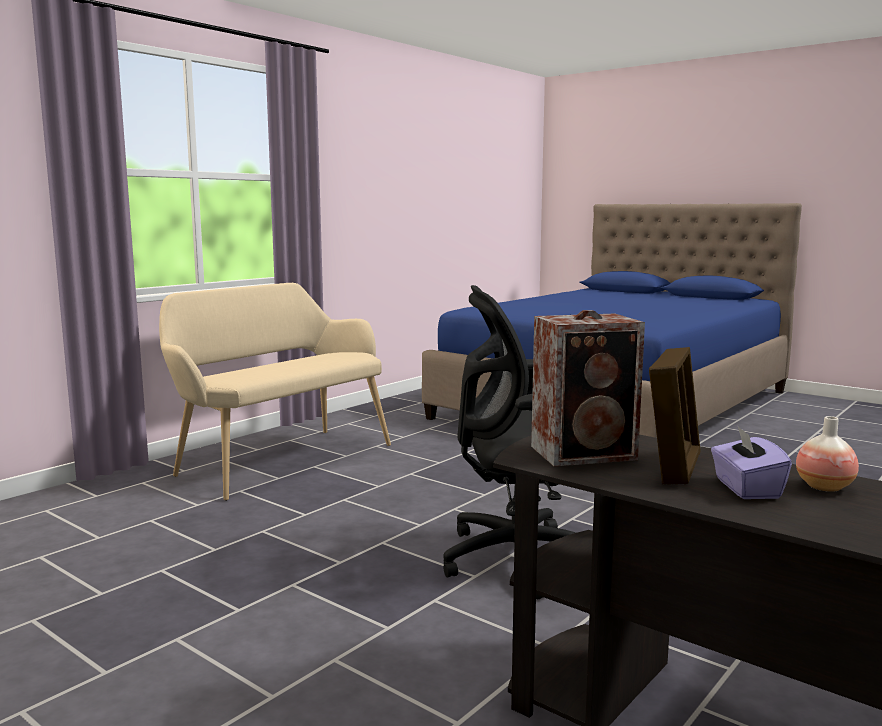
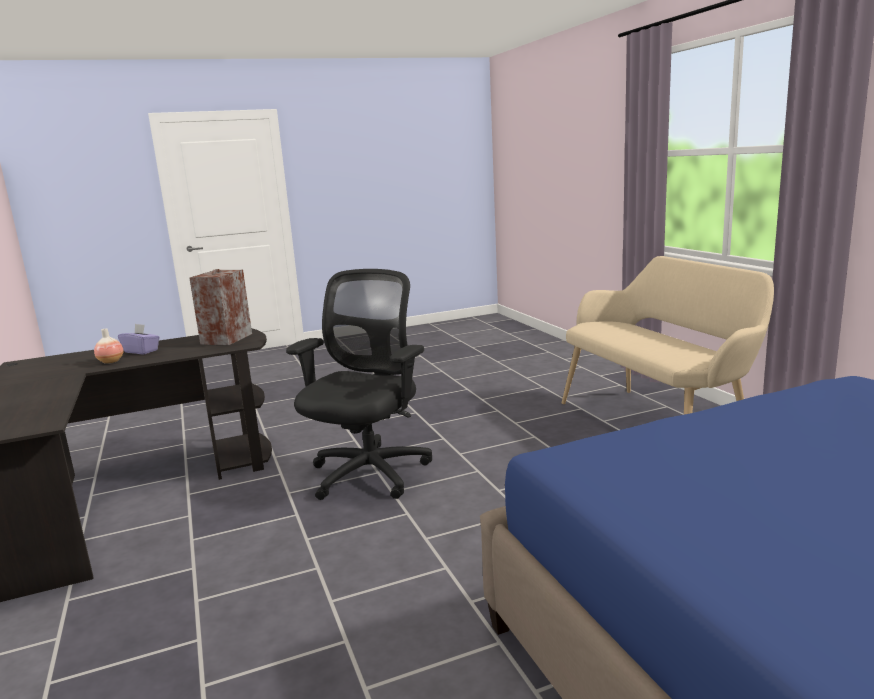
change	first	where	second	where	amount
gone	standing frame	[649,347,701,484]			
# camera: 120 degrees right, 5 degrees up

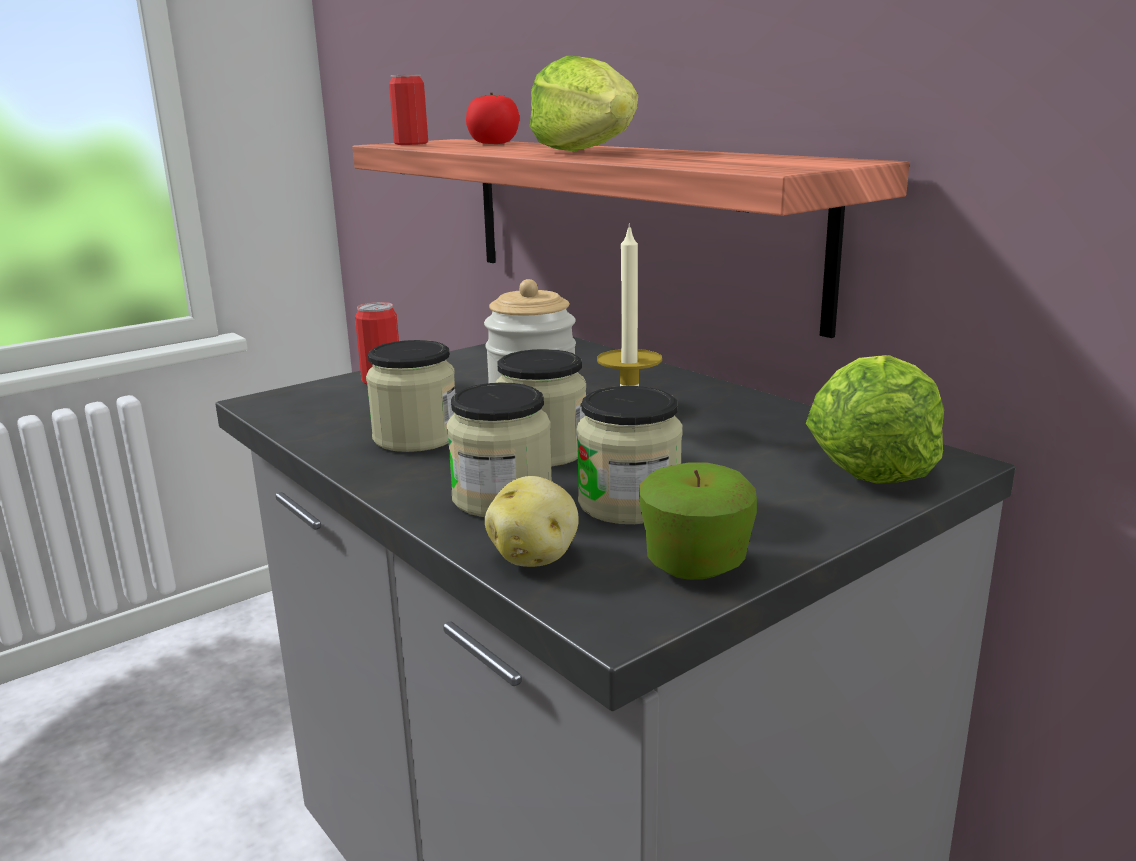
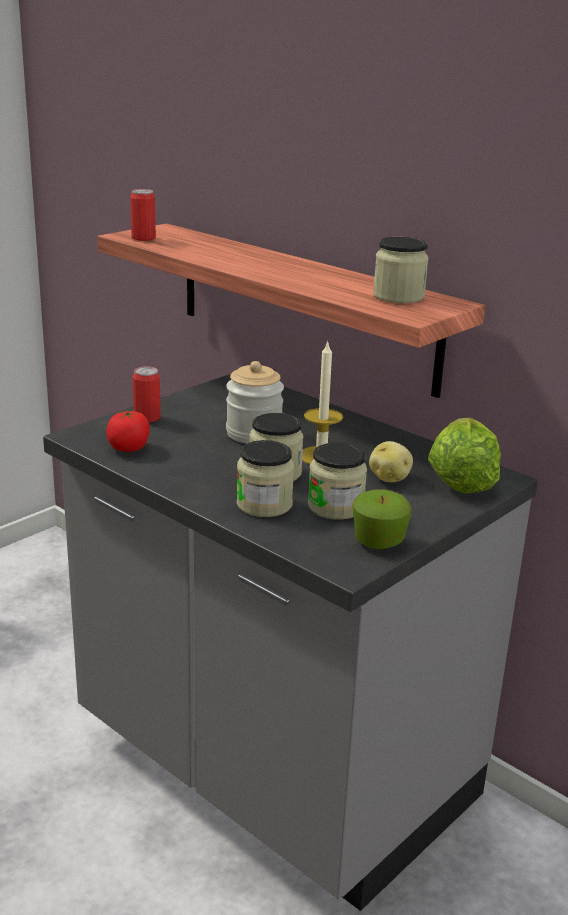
change	first	where	second	where	amount
shifted	whole tomato	[466,93,519,144]		[107,411,150,452]	
shifted	potato	[485,476,579,567]		[369,441,413,482]	
shifted	storage jar	[366,340,455,452]		[373,237,429,303]	
gone	lettuce	[530,56,638,151]			
# camera: 10 degrees left, 5 degrees up

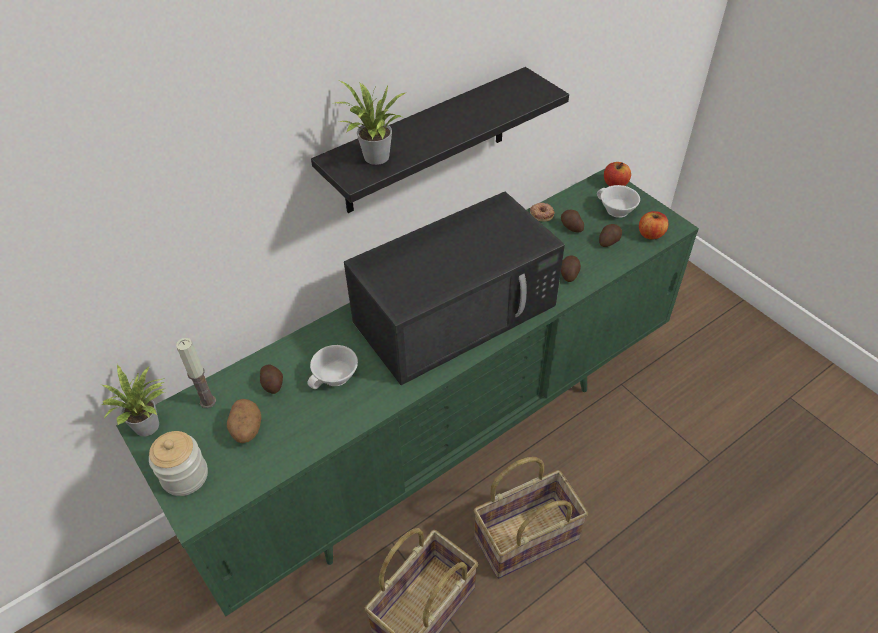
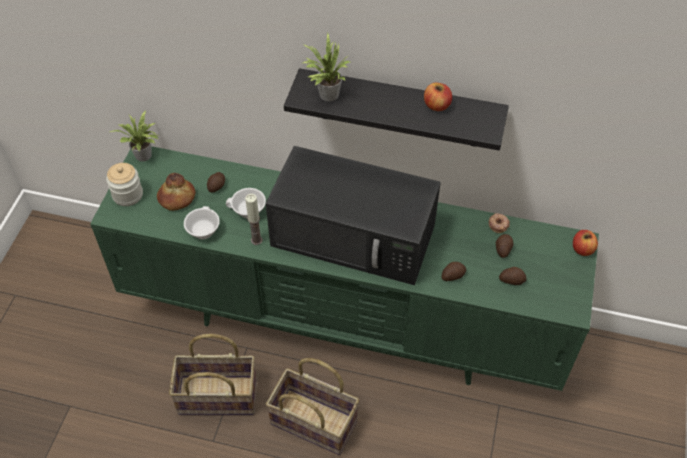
change	first	where	second	where	amount
swapped	potato	[227,399,261,443]	bakery bread	[157,173,196,211]	
shifted	whitish cup	[597,185,640,218]		[184,206,220,239]	
shifted	candle	[176,338,216,408]		[245,194,263,245]	
shifted	apple fruit	[639,211,669,239]		[424,83,452,111]	
# camera: 50 degrees right, 5 degrees up

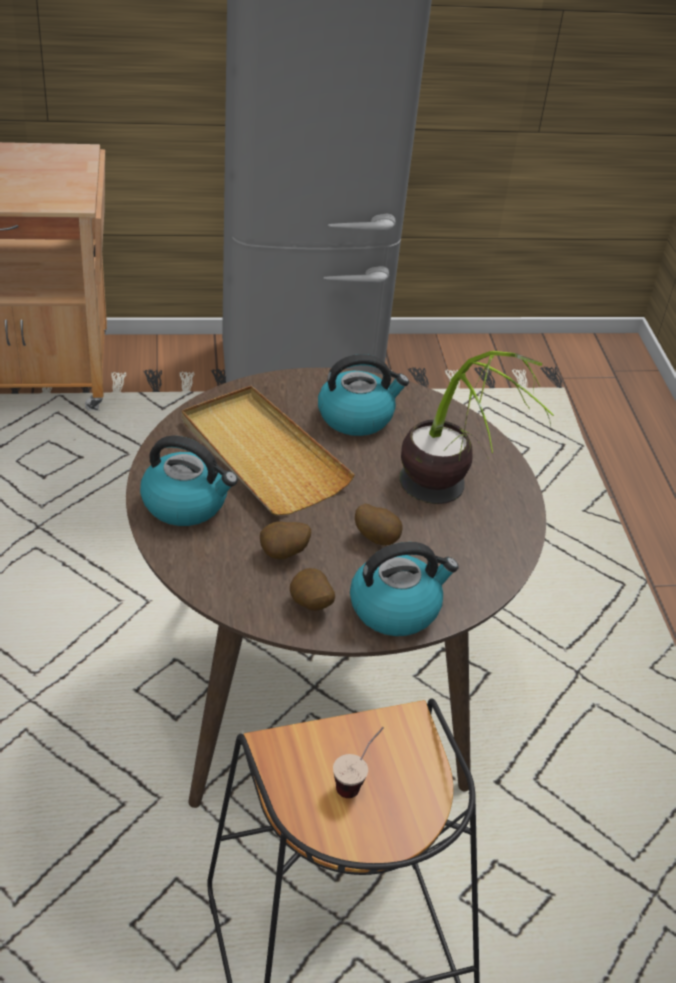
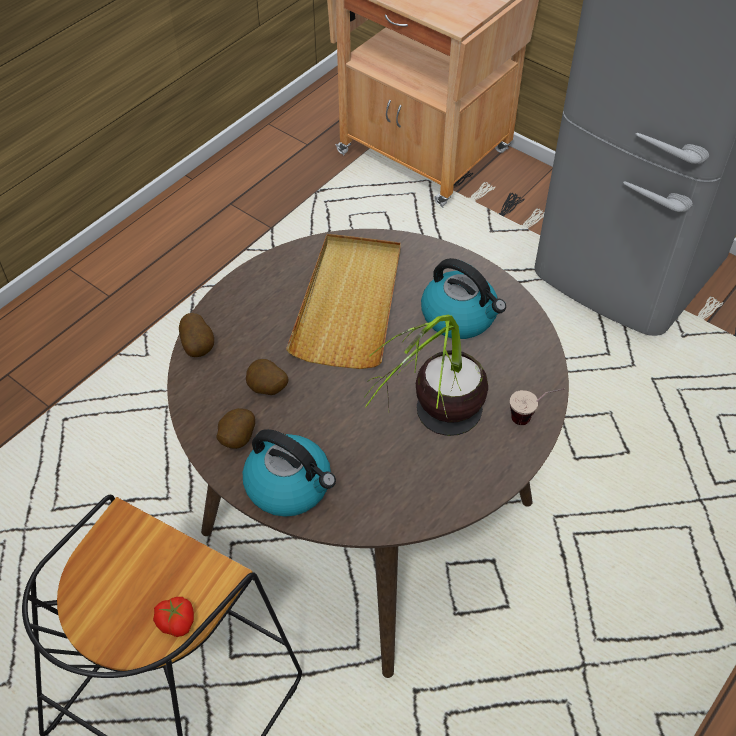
change	first	where	second	where	amount
new			whole tomato	[153,597,194,637]	
shifted	potato	[355,504,403,545]		[179,313,214,357]	
shifted	cup	[333,727,384,798]		[510,388,565,425]	
gone	tea kettle	[140,436,238,526]			
# camera: 50 degrees right, 10 degrees up

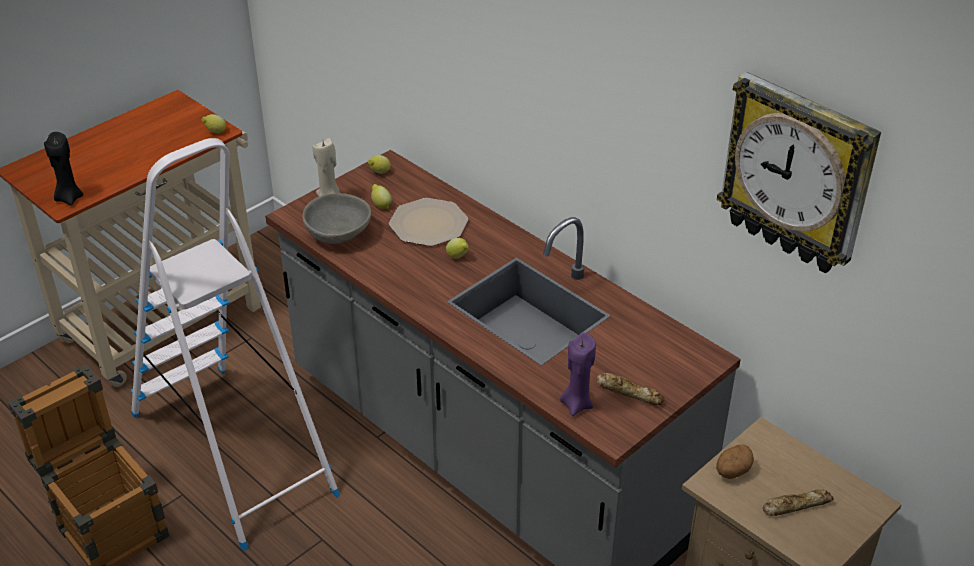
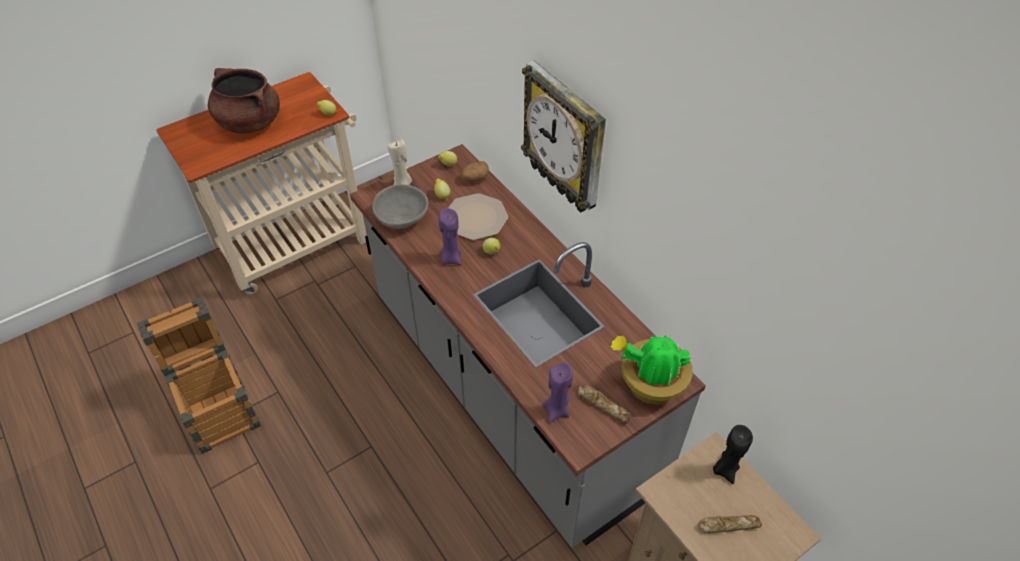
change	first	where	second	where	amount
new			brownish saucepot	[208,68,280,134]	
new			purple candle	[438,208,461,265]	
shifted	potato	[716,444,754,479]		[461,161,489,182]	
shifted	hanging clock	[717,72,881,273]		[521,60,606,213]	
new			houseplant	[611,335,695,405]	
shifted	black candle	[44,132,83,206]		[713,425,753,484]	
gone	whitish step stool	[131,138,340,551]			
# camera: 10 degrees right, 10 degrees up

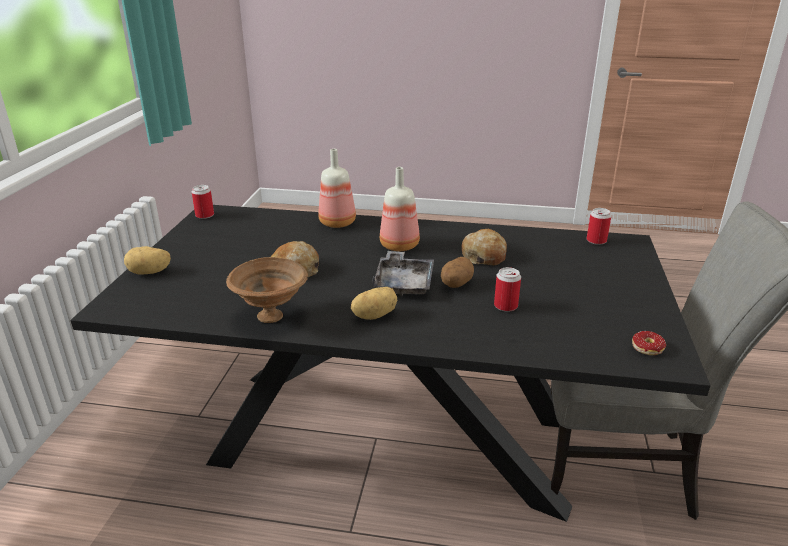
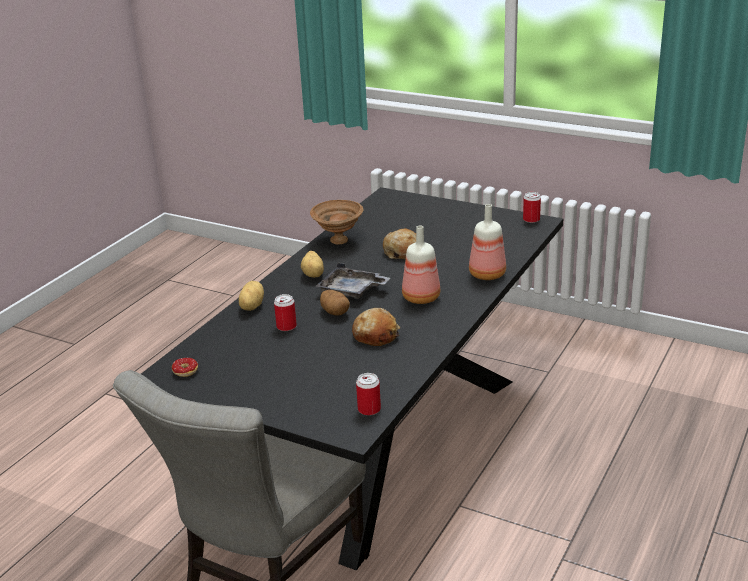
change	first	where	second	where	amount
shifted	potato	[124,246,171,275]		[239,281,264,311]	
# camera: 110 degrees right, 0 degrees up

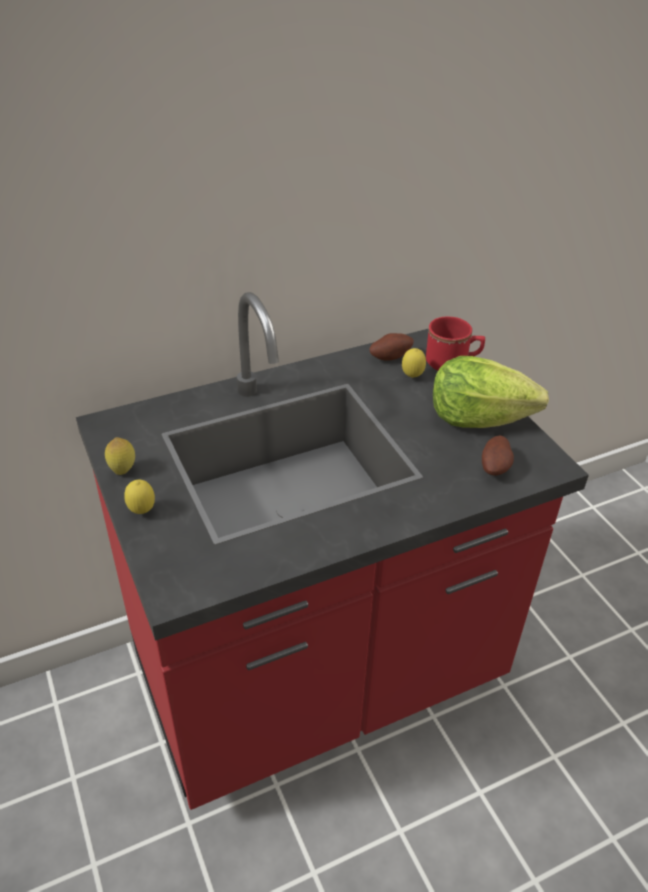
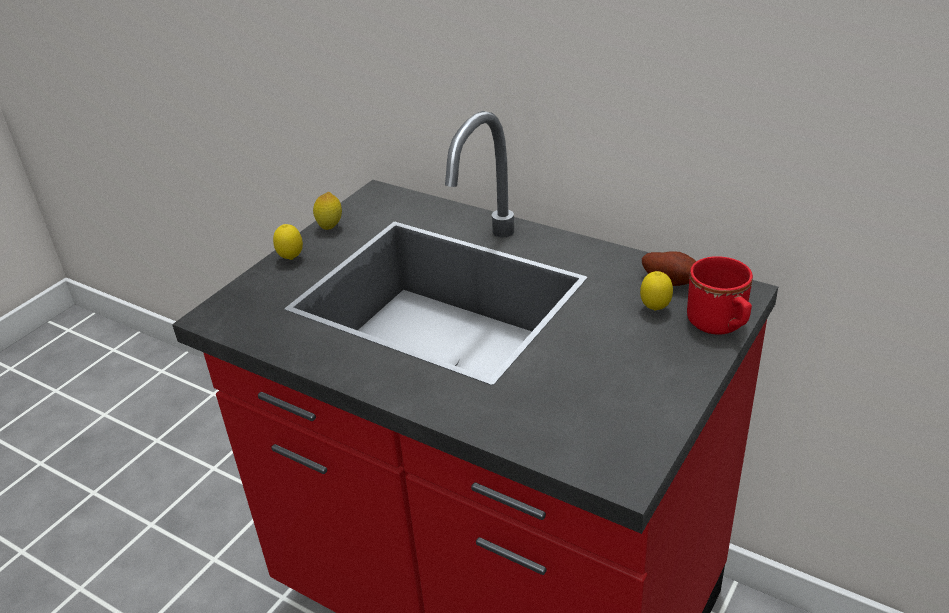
change	first	where	second	where	amount
gone	lettuce	[433,356,549,428]			
gone	potato	[482,435,514,476]			
# camera: 60 degrees right, 5 degrees down

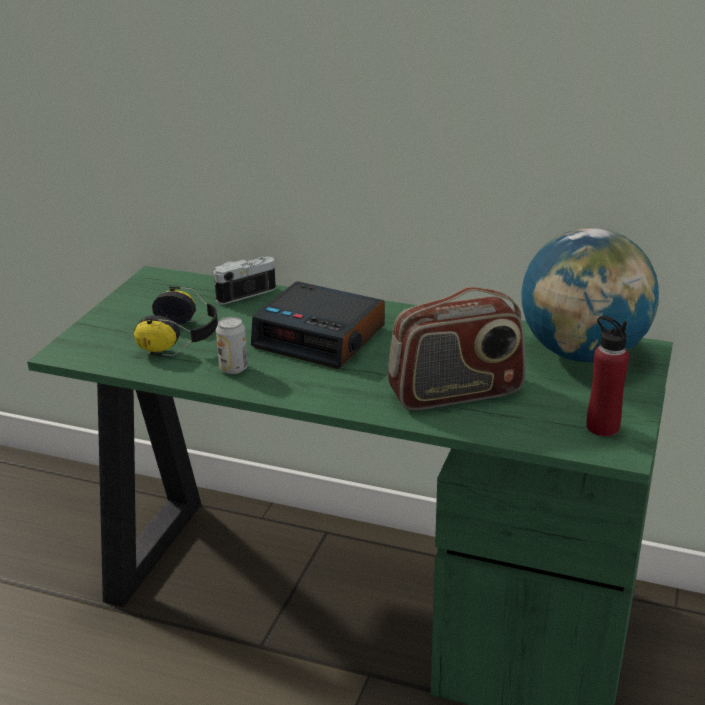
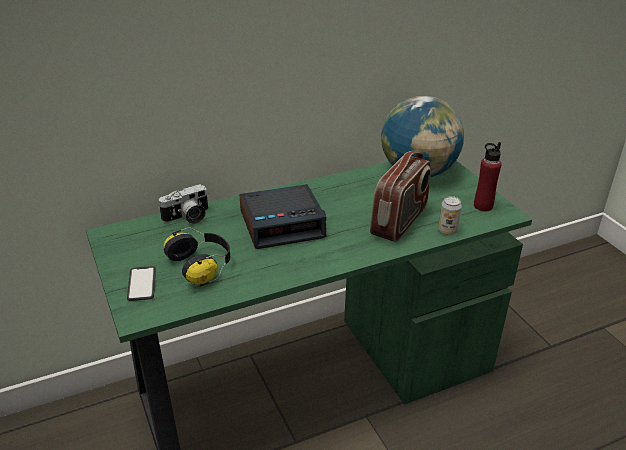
change	first	where	second	where	amount
new			handset	[127,266,156,301]	
rotated	still camera	[213,256,276,305]		[158,184,208,224]	135 degrees counterclockwise
shifted	metal can	[216,317,248,374]		[438,196,462,235]	
# camera: 45 degrees left, 5 degrees up

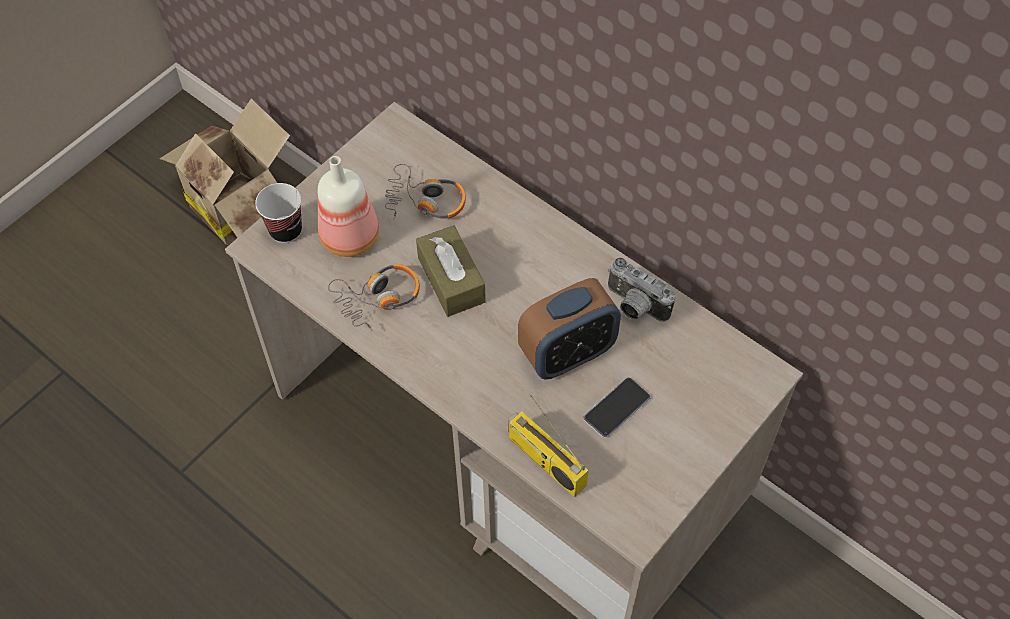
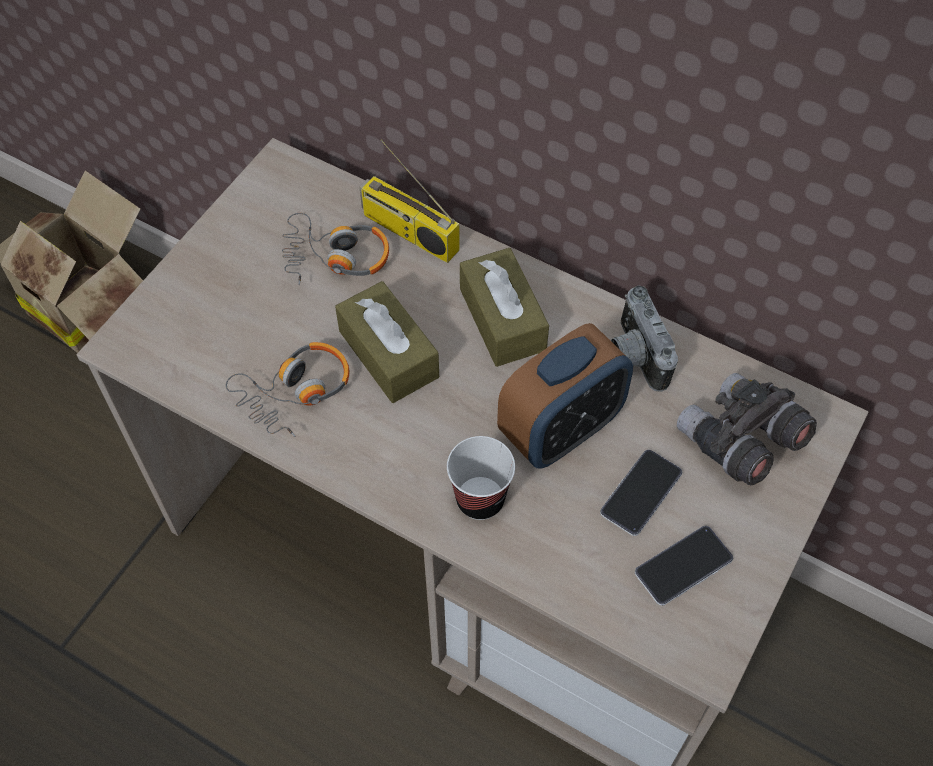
change	first	where	second	where	amount
shifted	radio receiver	[508,395,589,497]		[359,140,460,263]	
shifted	cup	[255,183,302,243]		[447,436,515,520]	
new			brownish tissue holder	[460,248,549,367]	
rotated	still camera	[608,258,675,322]		[611,286,678,392]	45 degrees clockwise
new			handset	[635,526,733,606]	
new			grey binoculars	[677,373,817,485]	
gone	bottle	[318,156,379,257]			
# camera: 10 degrees left, 0 degrees up

